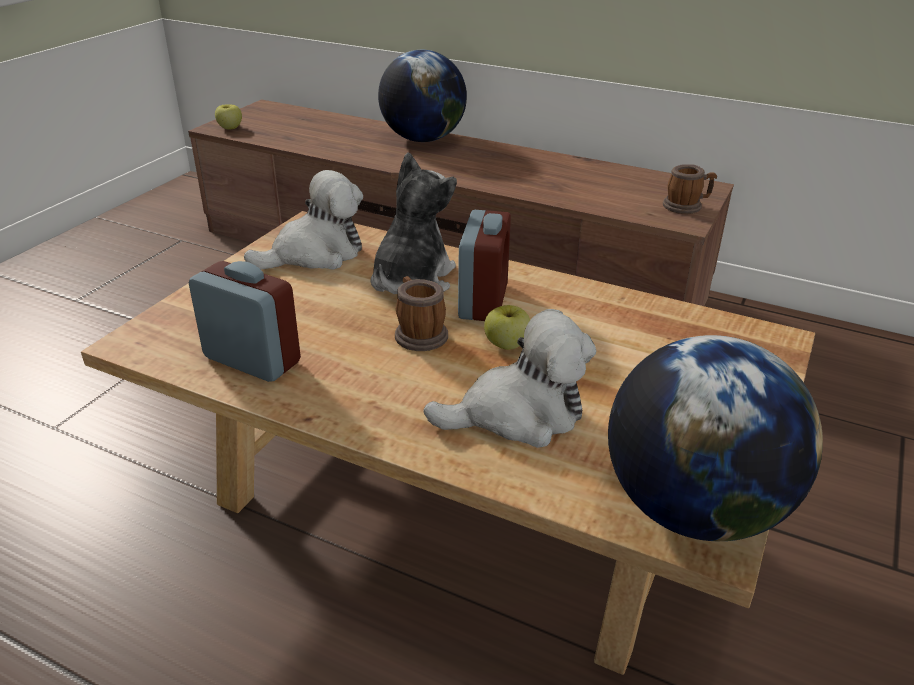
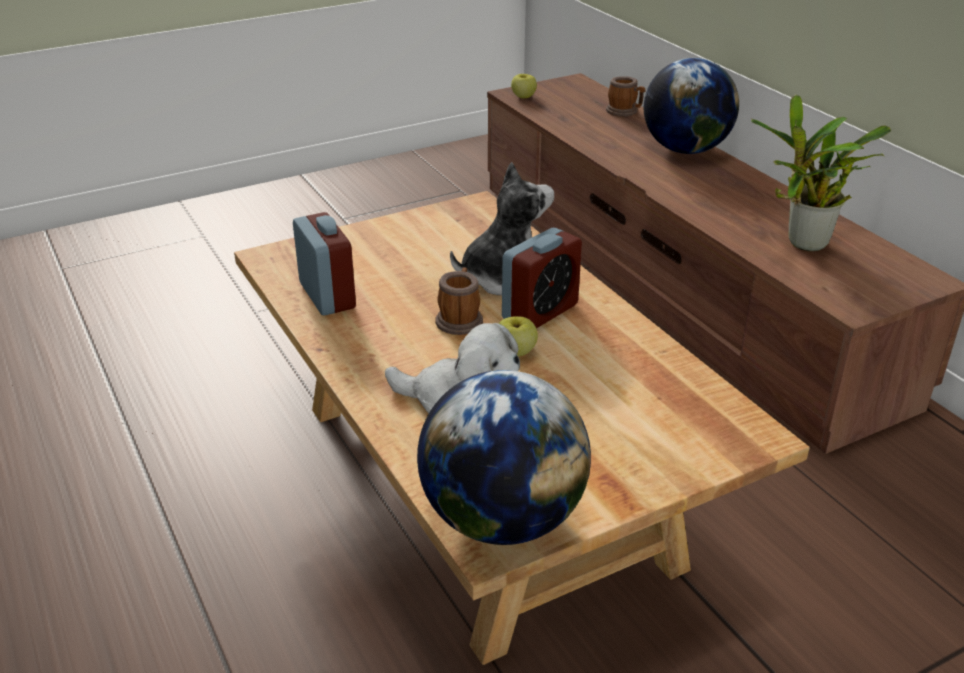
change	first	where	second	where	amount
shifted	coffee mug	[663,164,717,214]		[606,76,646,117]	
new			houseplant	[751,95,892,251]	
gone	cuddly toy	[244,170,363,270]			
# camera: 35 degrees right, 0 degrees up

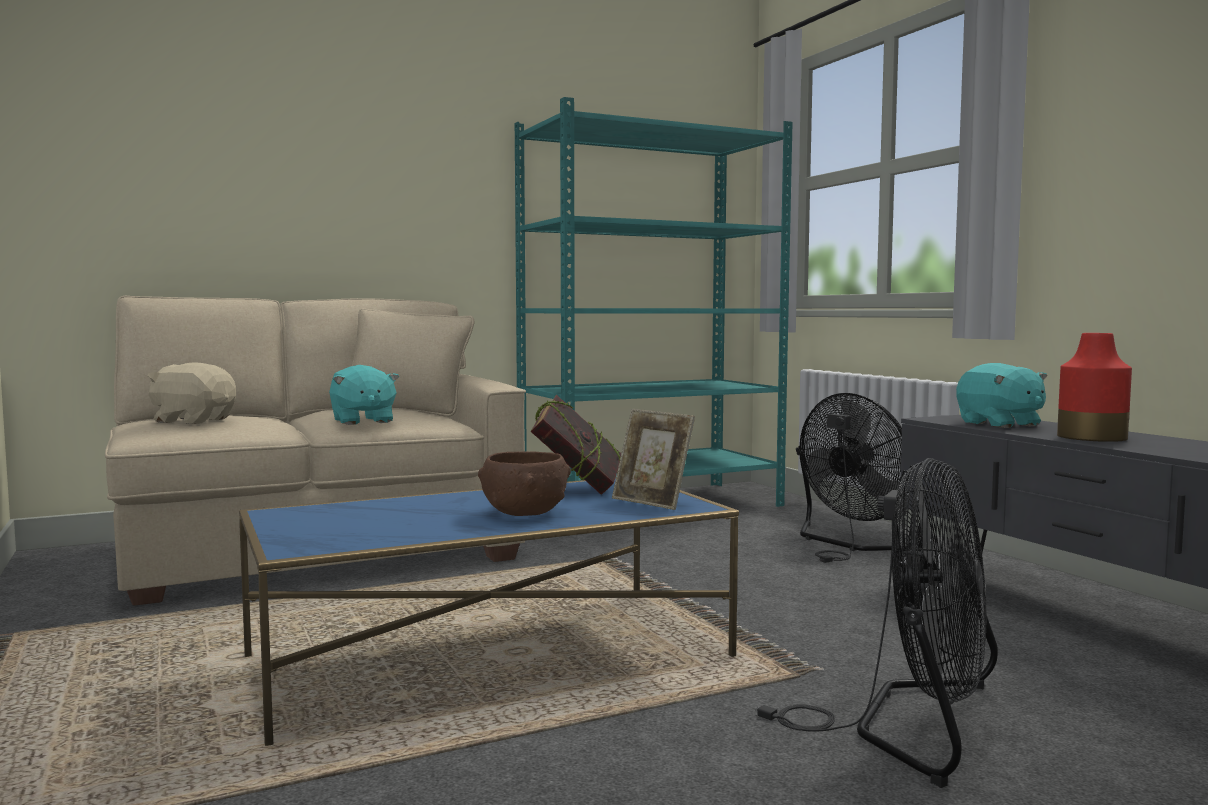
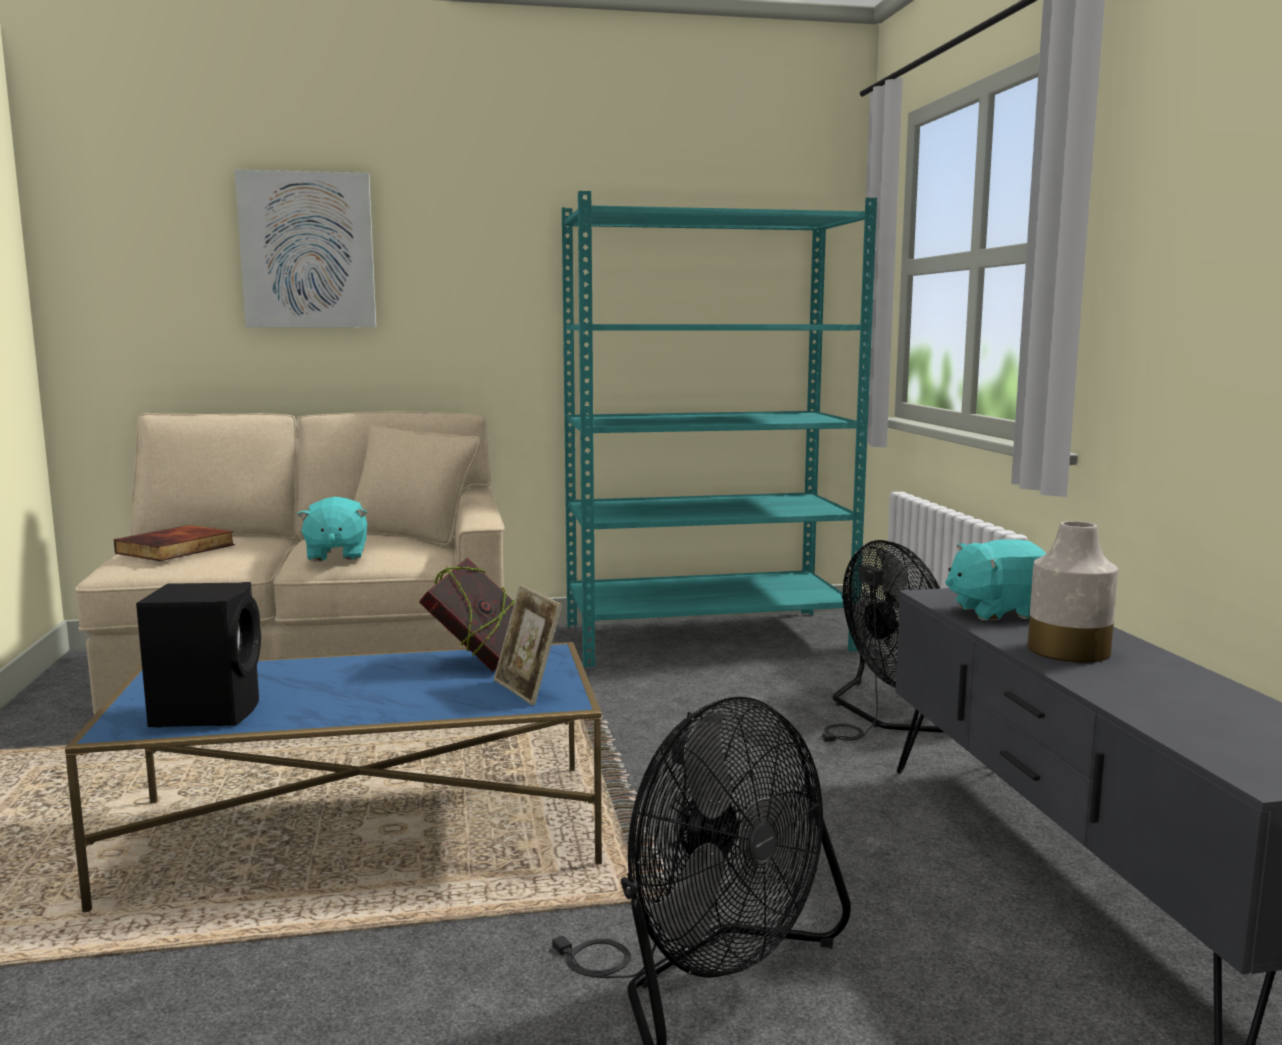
change	first	where	second	where	amount
swapped	sand-coloured cuddly toy	[148,362,236,424]	bound book	[114,525,235,561]	
new			black speaker	[136,582,261,728]	
new			wall art	[235,170,376,327]	
rotated	turquoise cuddly toy	[956,363,1047,428]		[945,539,1046,621]	90 degrees clockwise
repainted	reddish vase	[1057,333,1132,442]	sand-coloured vase	[1027,521,1118,662]	
gone	brownish bowl	[478,451,571,516]			
# camera: 15 degrees right, 5 degrees up

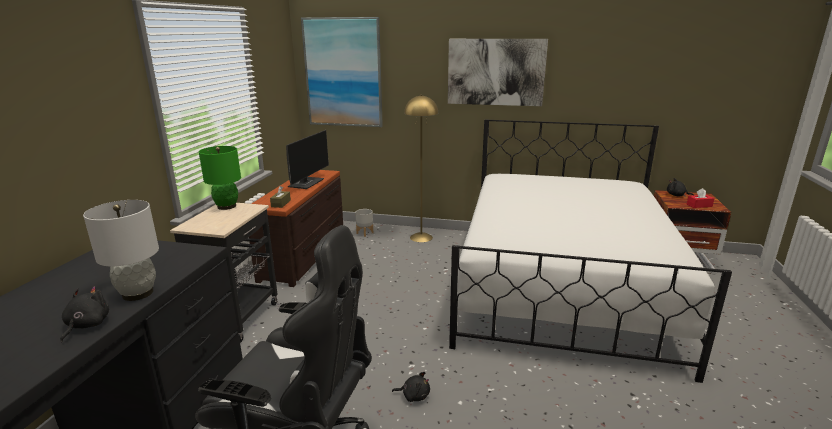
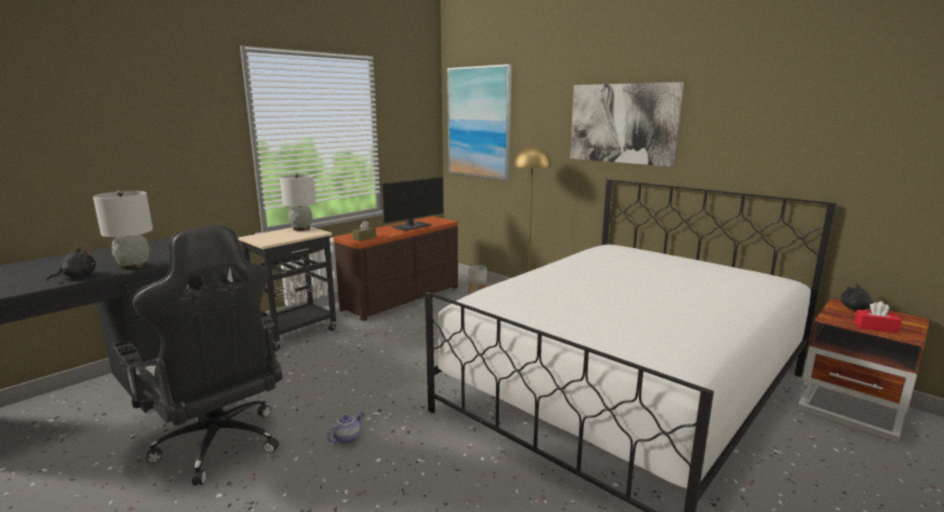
change	first	where	second	where	amount
repainted	green-coloured tabletop lamp	[199,146,241,210]	whitish tabletop lamp	[280,174,316,231]	
swapped	black cuddly toy	[392,372,430,402]	pot for tea	[327,412,364,444]	
# camera: 30 degrees right, 5 degrees down

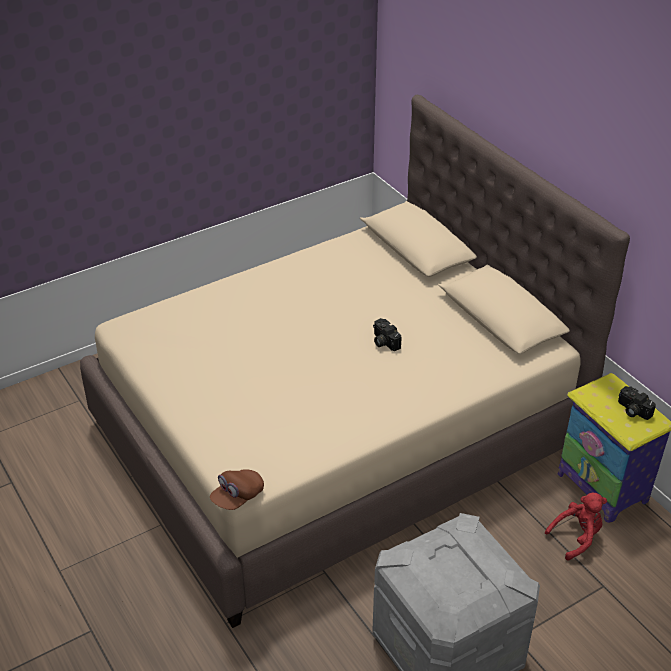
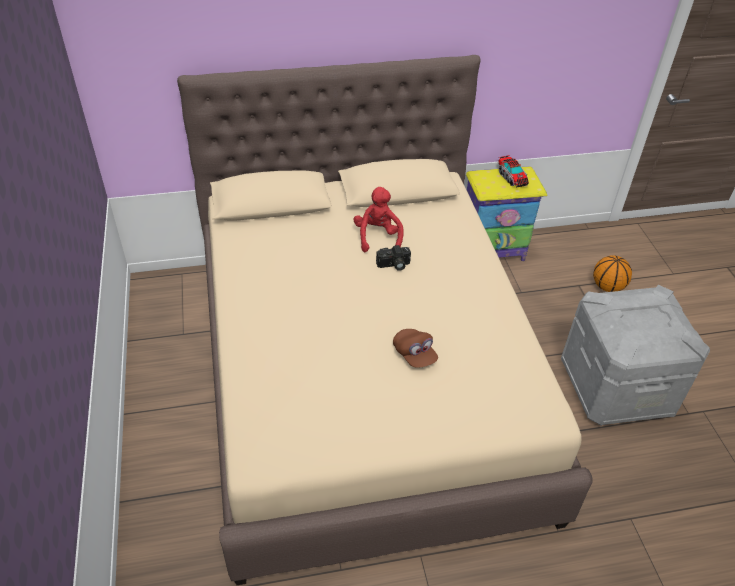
change	first	where	second	where	amount
shifted	reddish cuddly toy	[545,493,607,561]		[354,187,404,252]	
shifted	brownish baseball cap	[210,469,264,510]		[393,329,438,368]	
swapped	still camera	[618,386,656,420]	toy lorry	[498,155,529,188]	
new			basketball	[593,255,632,292]	
# camera: 70 degrees left, 5 degrees up

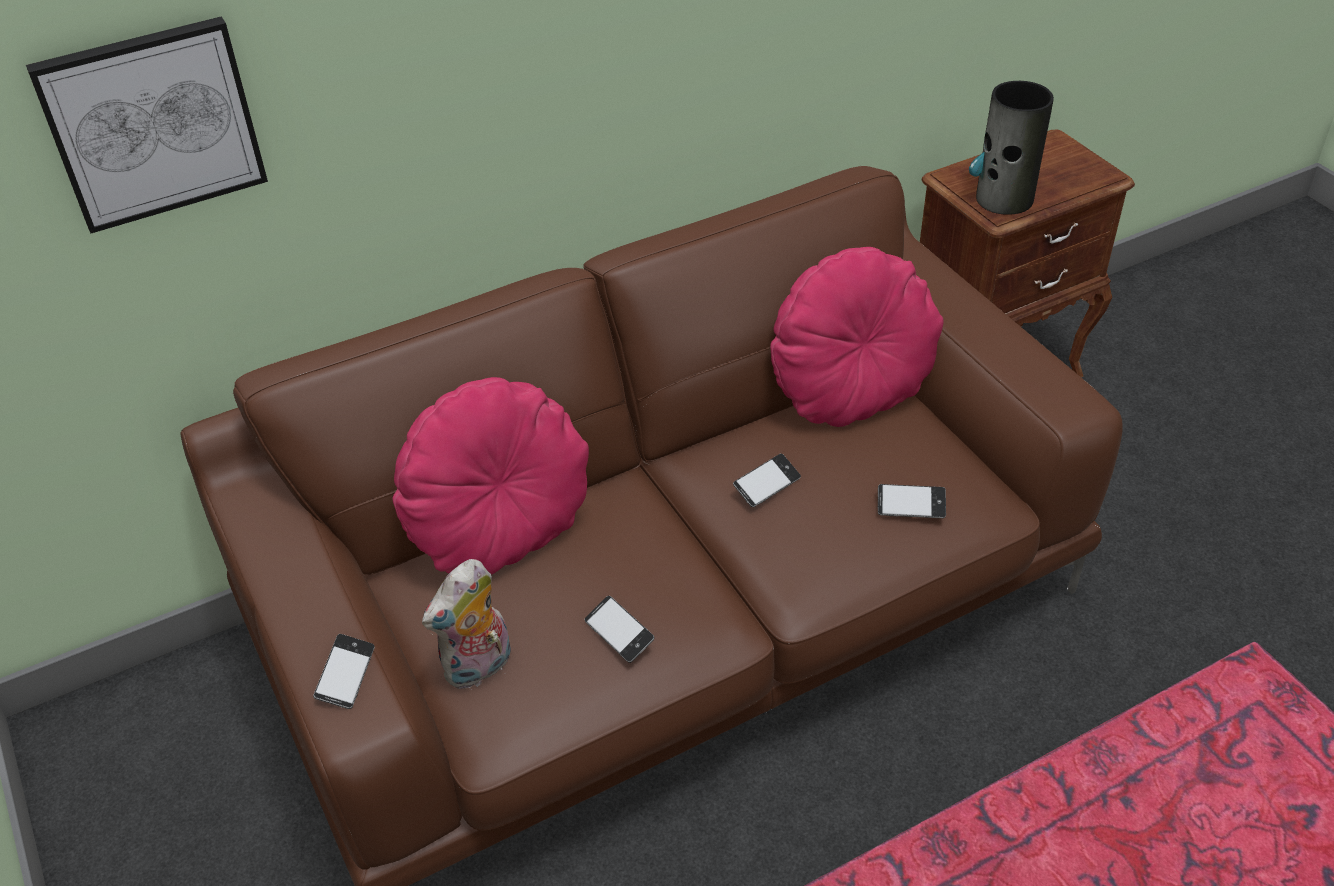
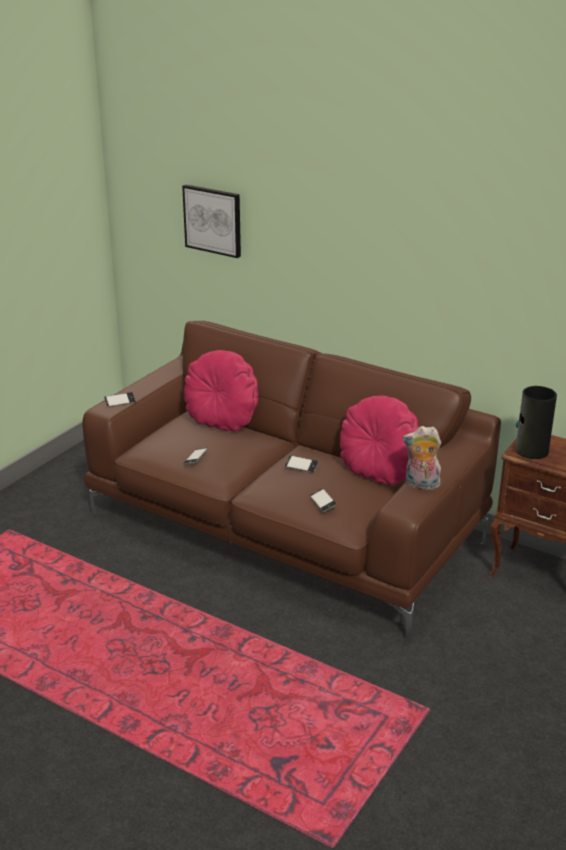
change	first	where	second	where	amount
shifted	cuddly toy	[422,559,511,690]		[403,426,441,490]	
# camera: 60 degrees right, 15 degrees down

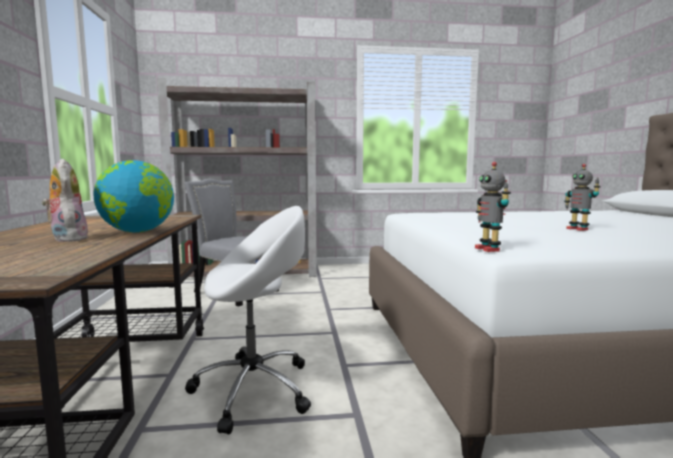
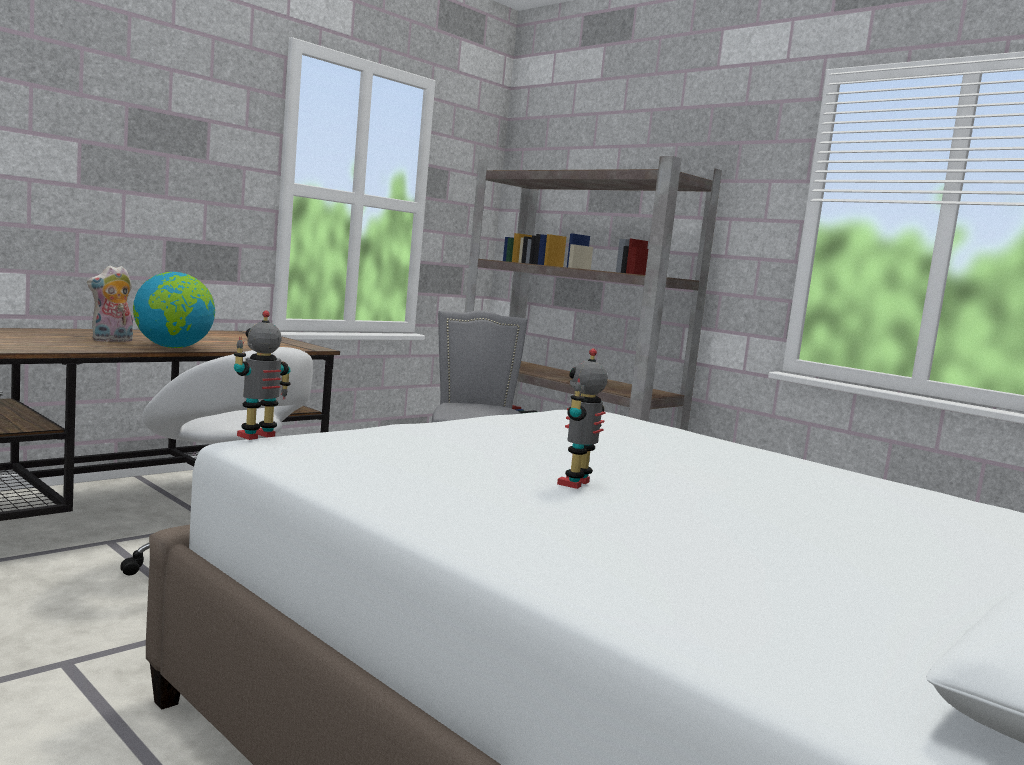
change	first	where	second	where	amount
rotated	cuddly toy	[41,159,88,242]		[87,266,133,342]	150 degrees counterclockwise
# camera: 50 degrees right, 0 degrees up

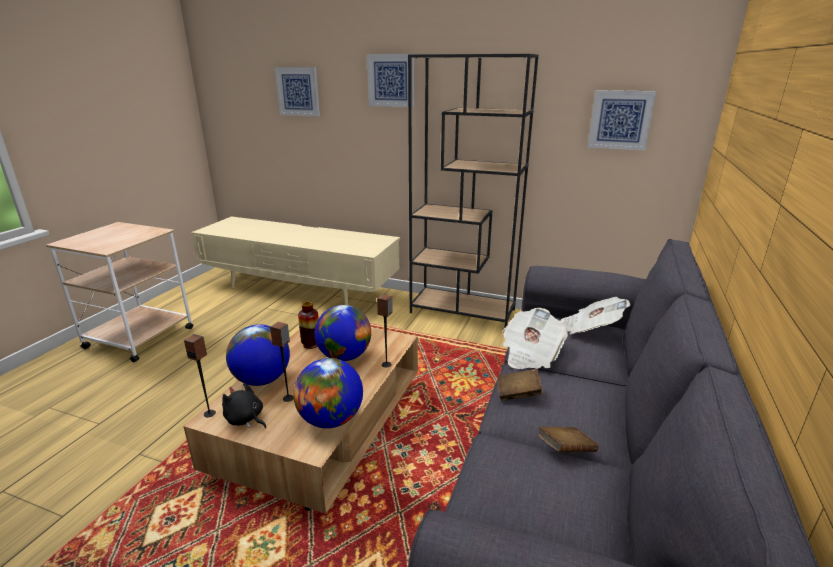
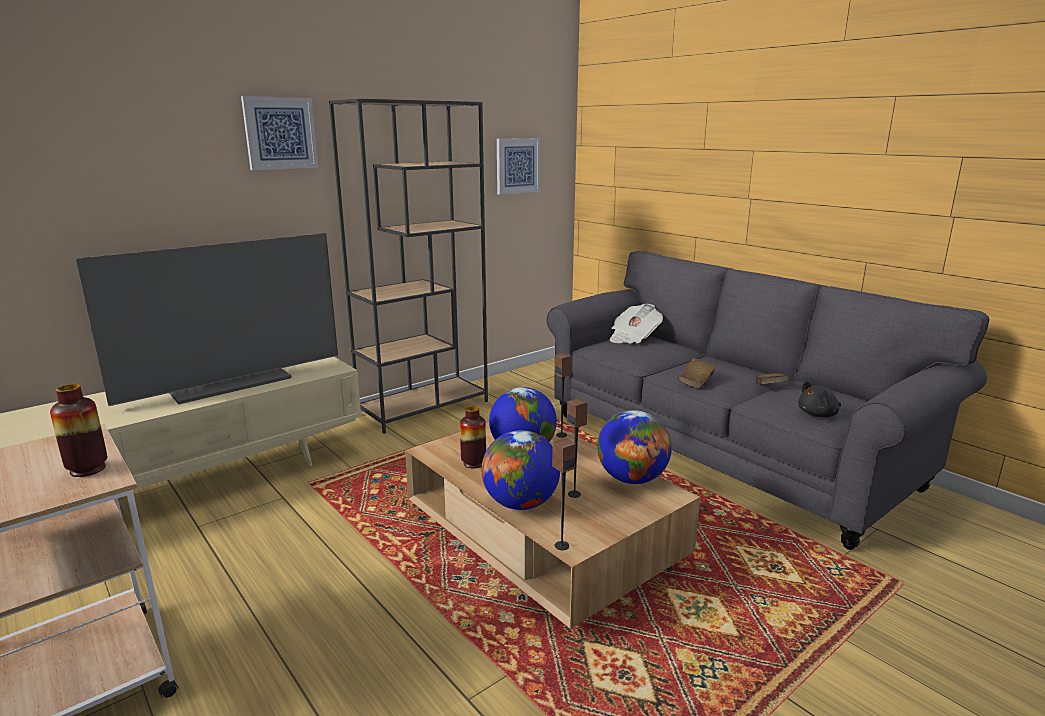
change	first	where	second	where	amount
new			vase	[50,384,107,477]	
new			TV	[75,233,338,406]	
shifted	black cuddly toy	[222,383,266,429]		[798,381,841,418]	
gone	wall art	[275,67,320,116]			
gone	daily paper	[503,308,568,369]			
# camera: 60 degrees left, 5 degrees down

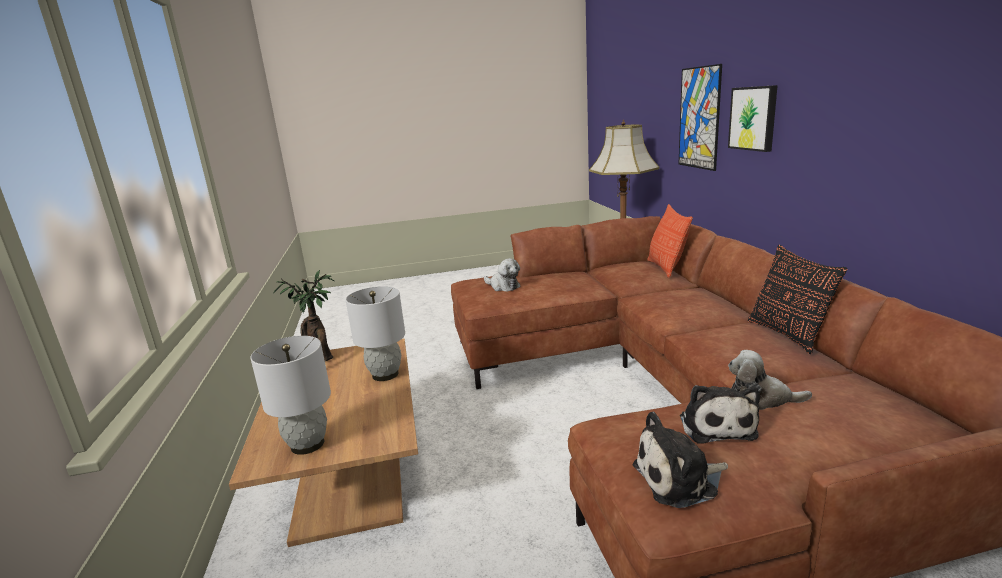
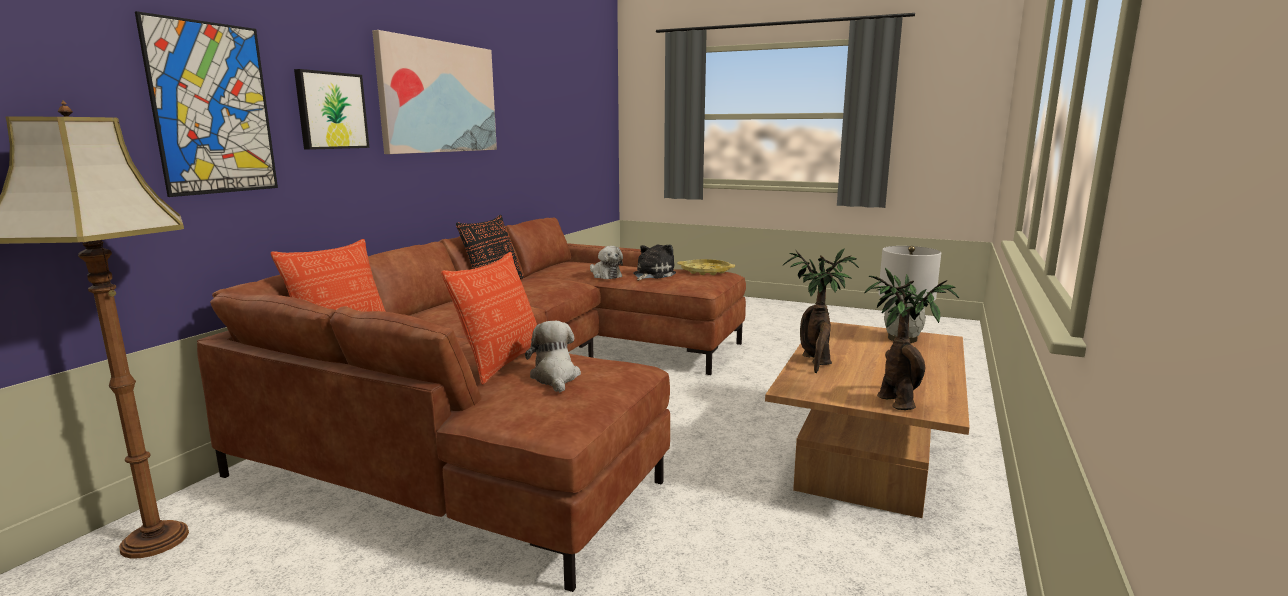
change	first	where	second	where	amount
new			wall art	[372,30,497,154]	
new			orange-coloured throw pillow	[441,252,537,385]	
swapped	cuddly toy	[633,412,728,508]	yellow tray	[677,259,735,275]	
swapped	whitish tabletop lamp	[346,286,405,381]	houseplant	[783,248,859,373]	
# camera: 145 degrees left, 5 degrees down

